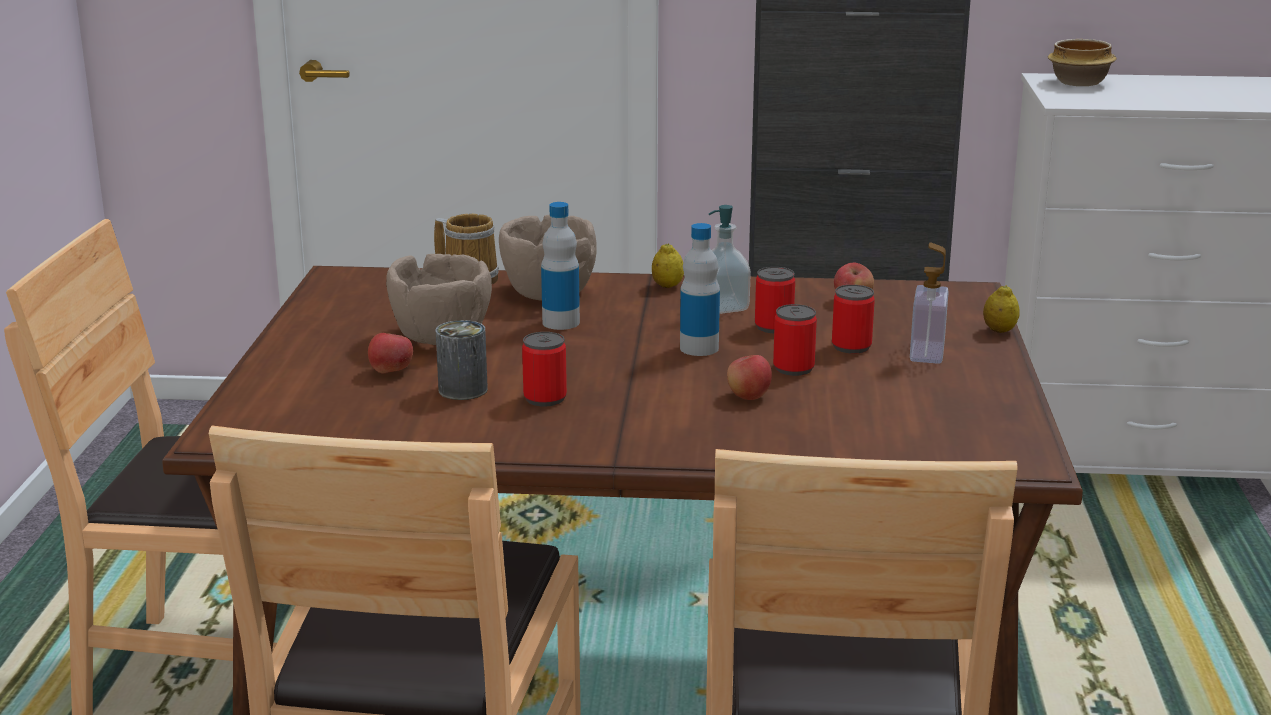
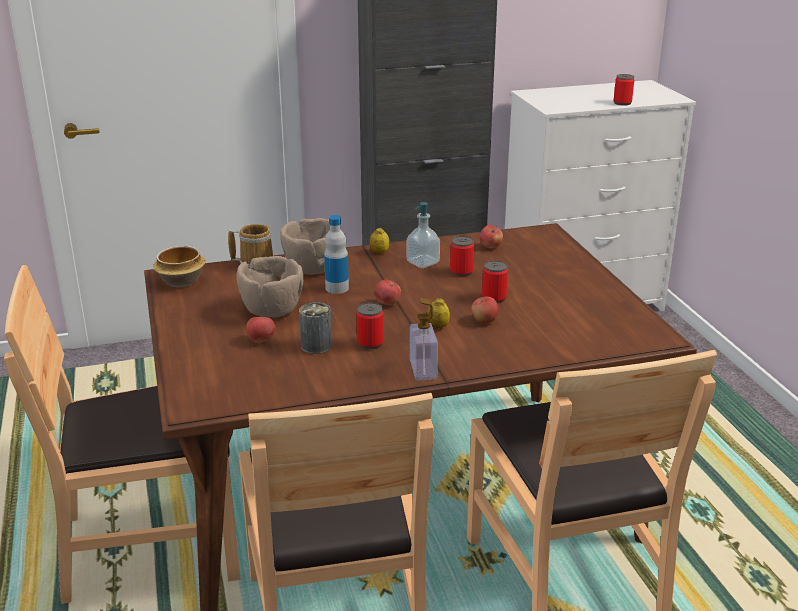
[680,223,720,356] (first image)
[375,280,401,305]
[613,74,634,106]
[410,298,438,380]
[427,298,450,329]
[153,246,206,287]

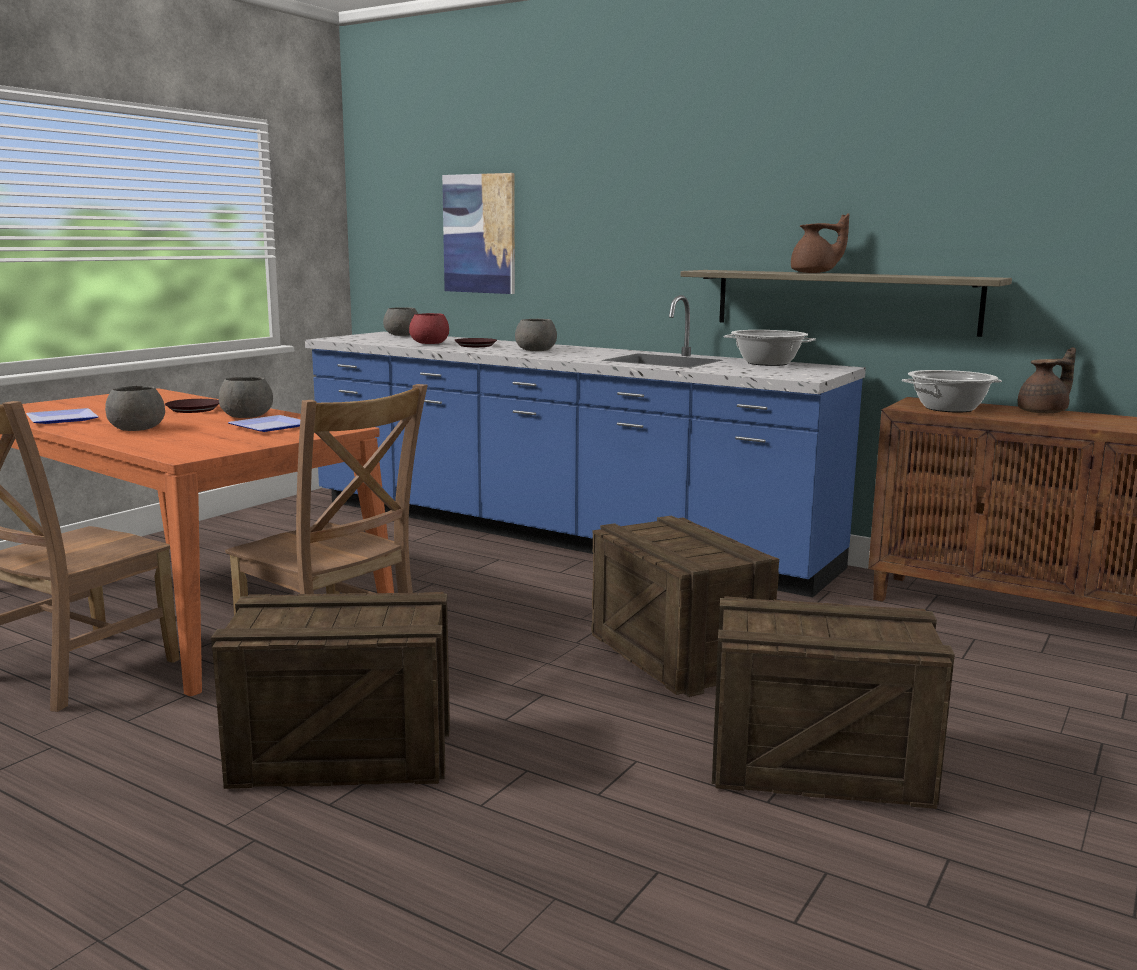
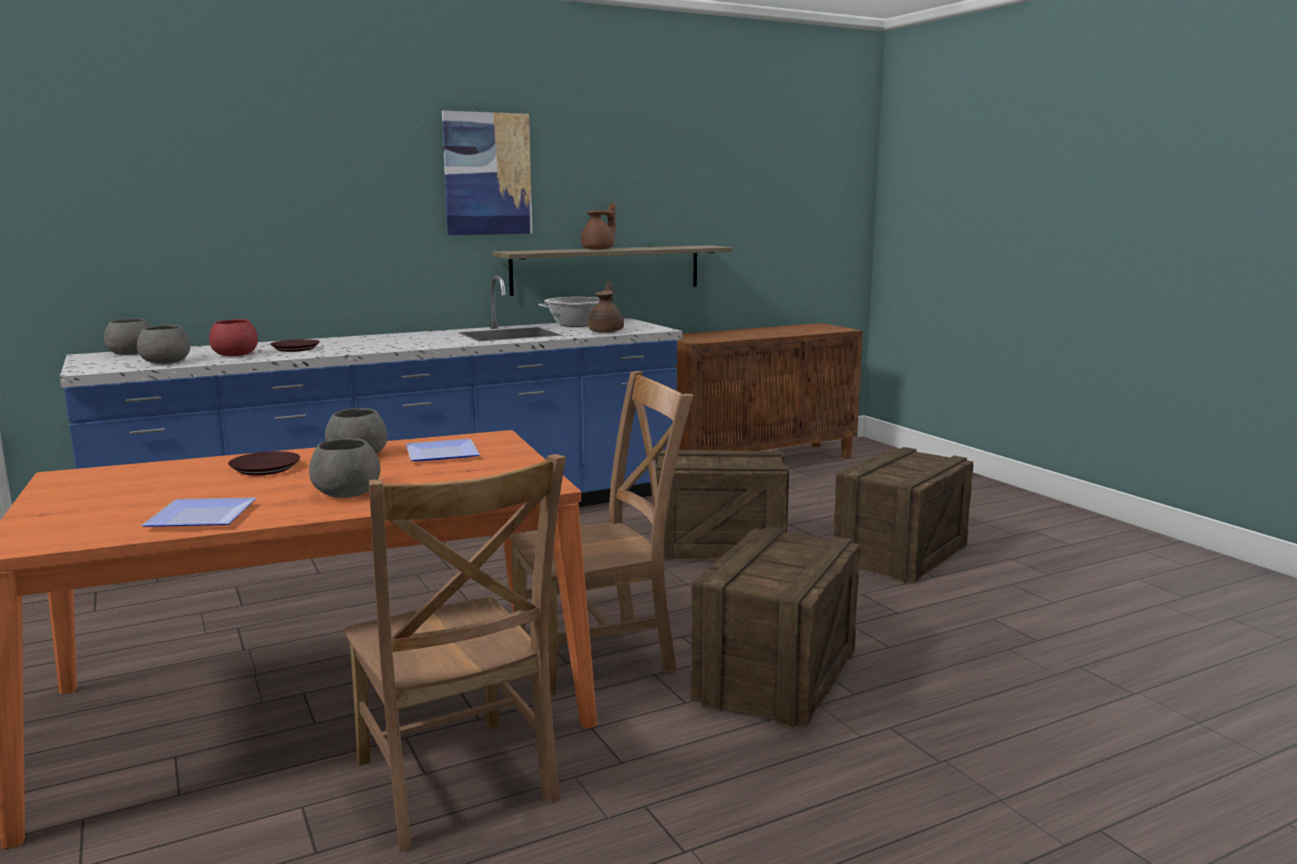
[902,370,1002,413] (first image)
[442,111,532,235]
[137,325,190,364]
[588,281,624,333]

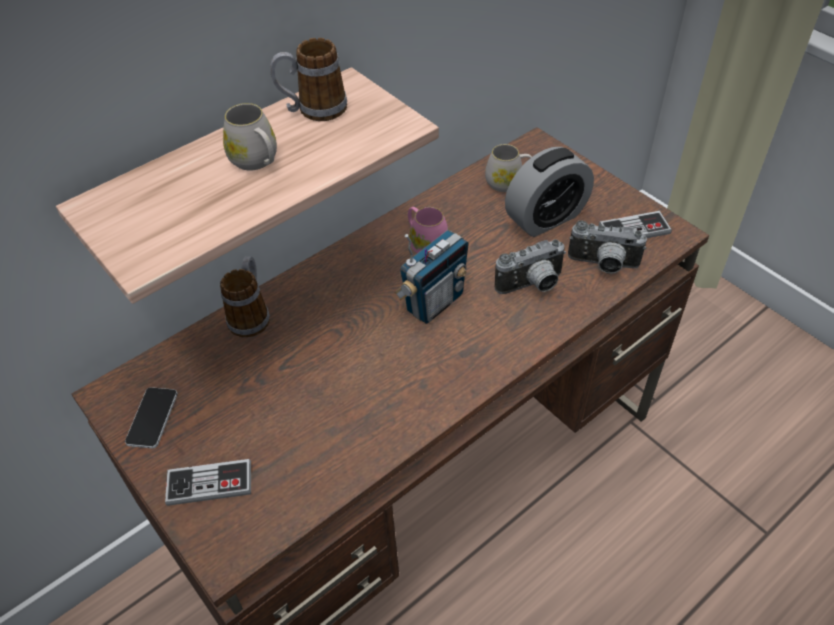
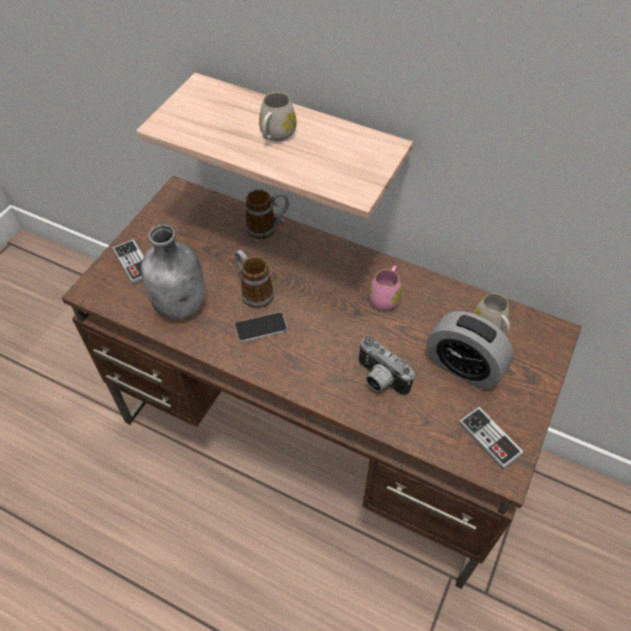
[394,230,469,324] (first image)
[568,221,647,273] (first image)
[141,225,205,319]
[235,312,287,342]
[235,250,274,308]

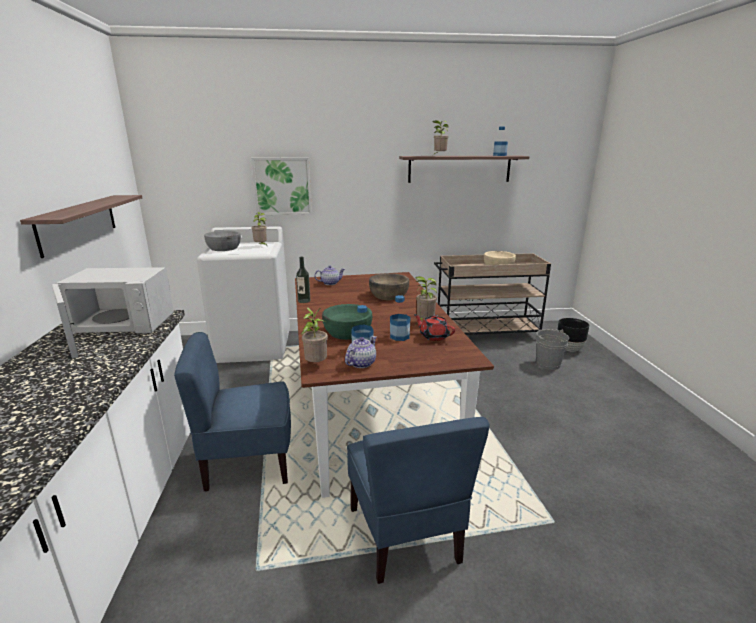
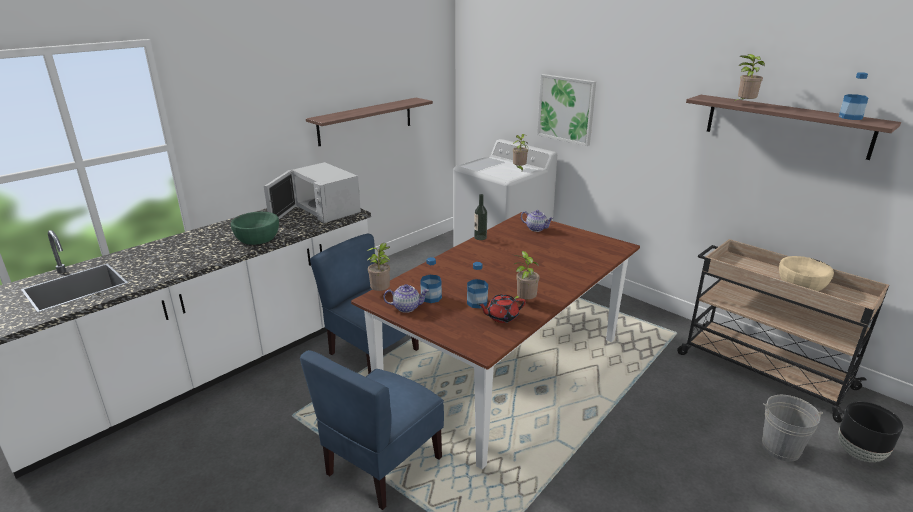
[204,230,241,251] (first image)
[369,273,409,300] (first image)
[231,212,279,245]
[477,294,526,323]

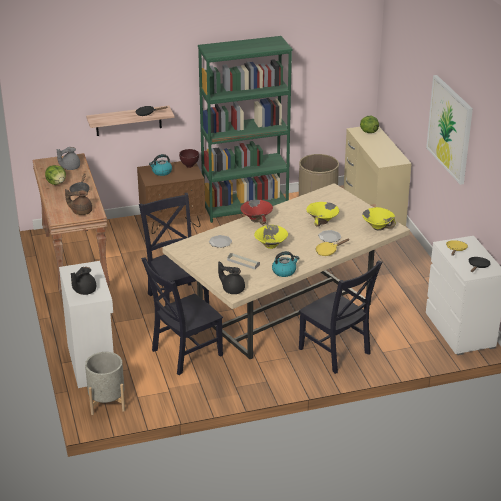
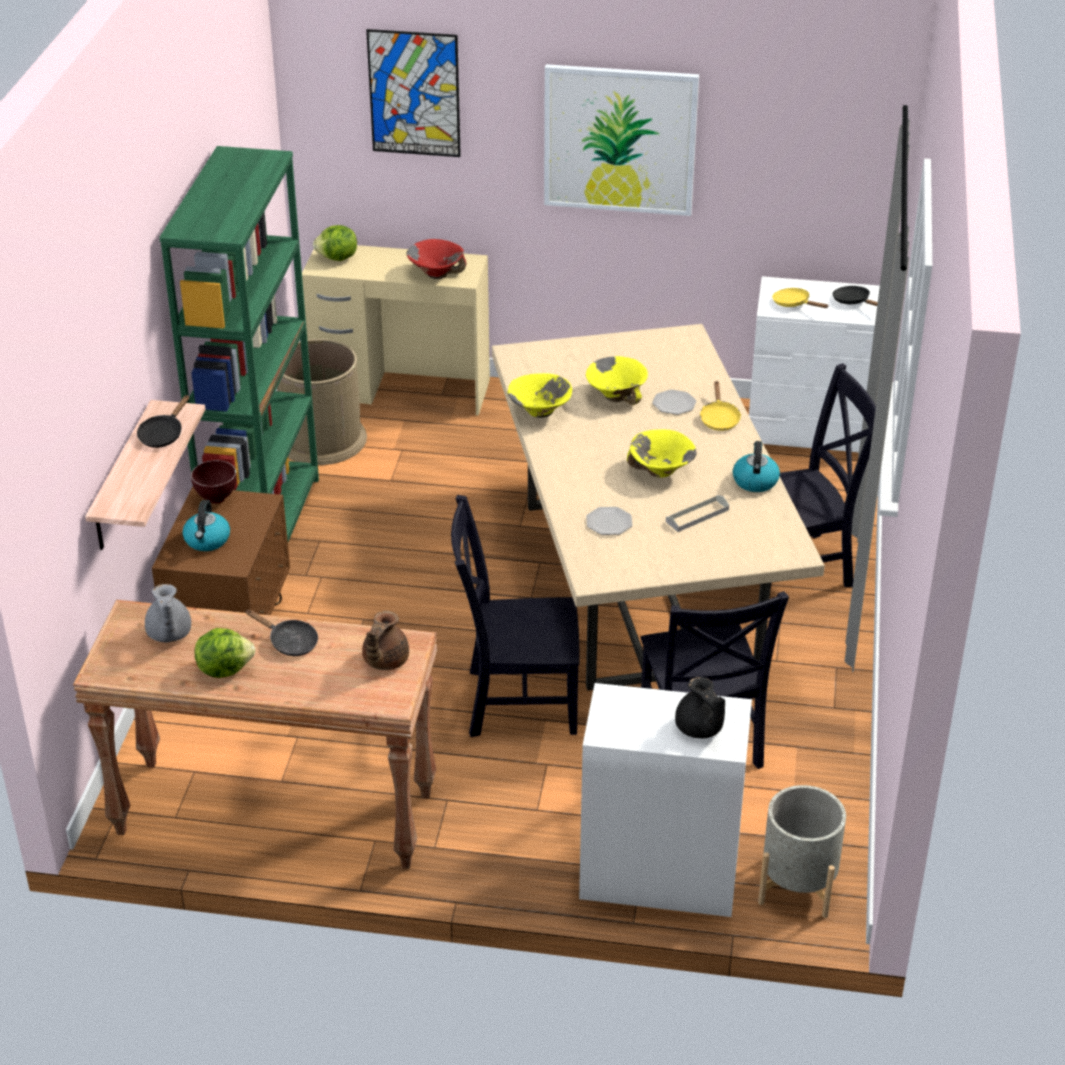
[218,261,245,294] (first image)
[366,29,461,157]
[406,239,466,279]
[508,373,572,418]

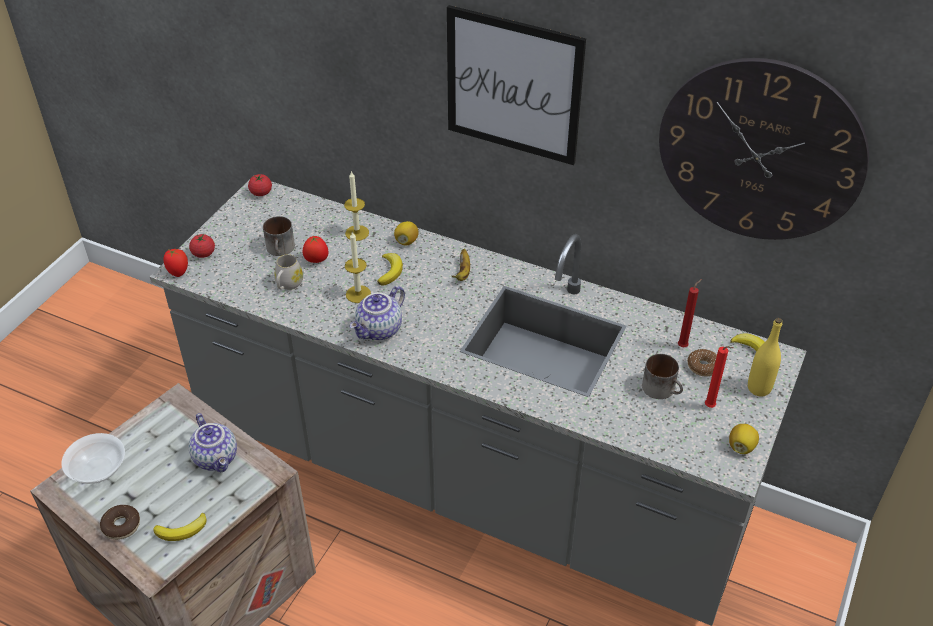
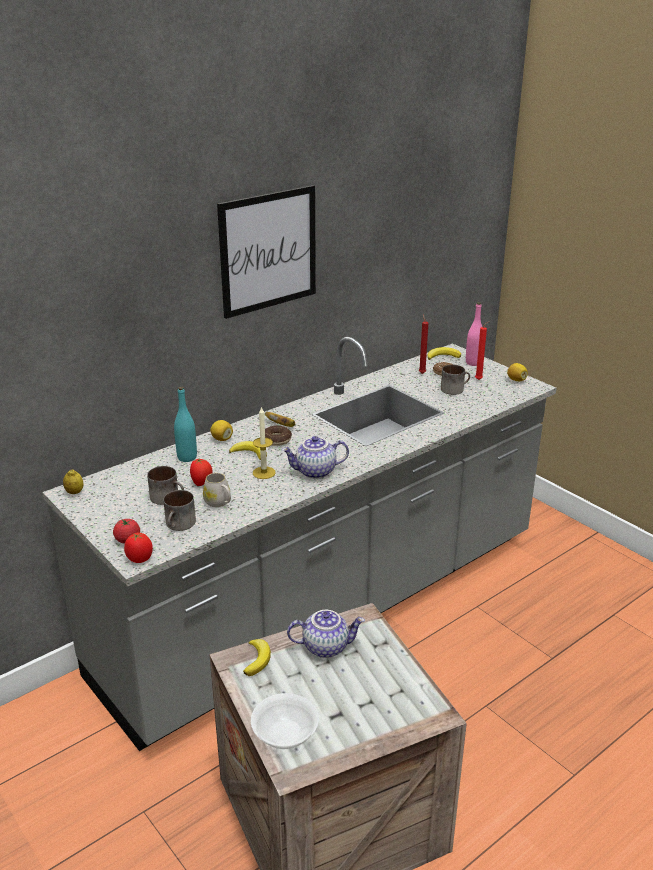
[659,58,869,240] (first image)
[163,490,196,531]
[265,426,292,446]
[243,639,271,676]
[63,470,84,494]
[174,387,197,462]
[466,302,482,366]
[282,436,349,479]

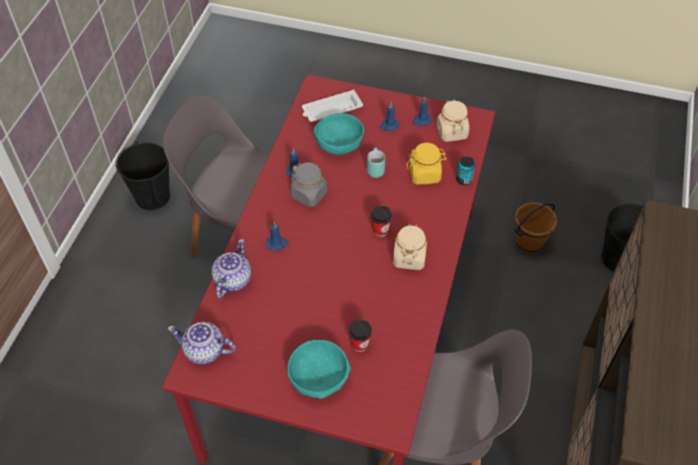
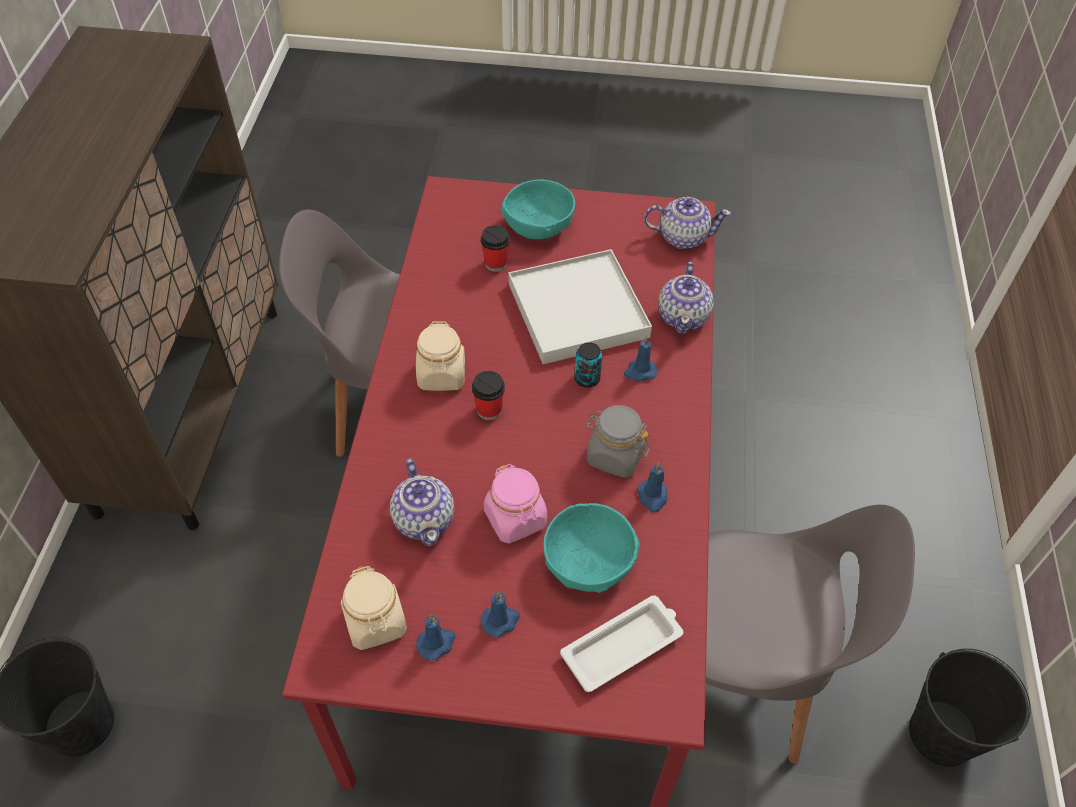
[514,202,557,254] (first image)
[508,249,652,364]
[574,342,602,388]
[484,464,547,543]
[390,459,454,546]

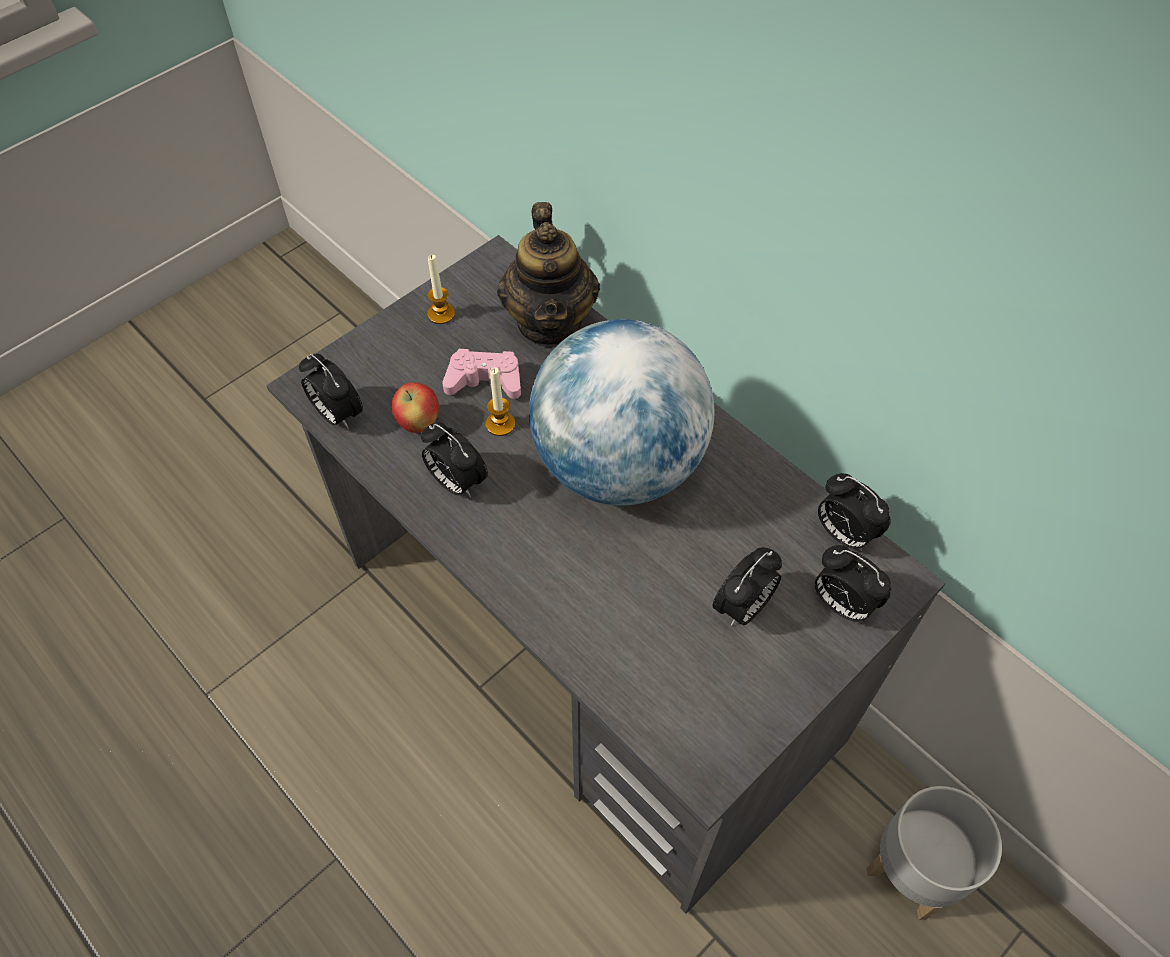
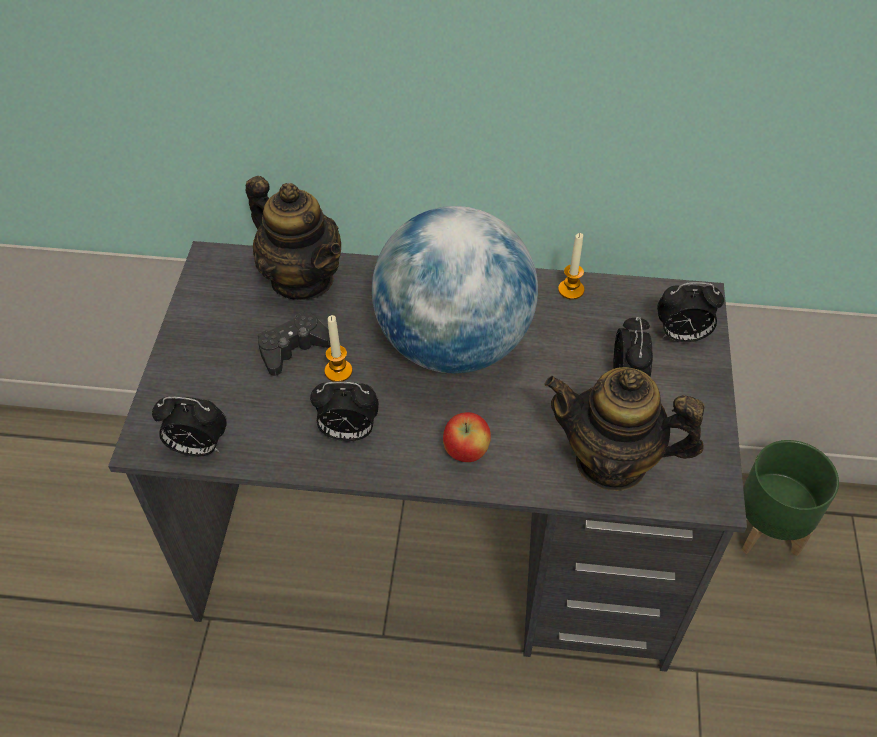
[818,473,891,551] (first image)
[544,367,704,491]
[443,412,491,462]
[558,233,584,300]
[258,311,331,376]
[742,440,839,557]

